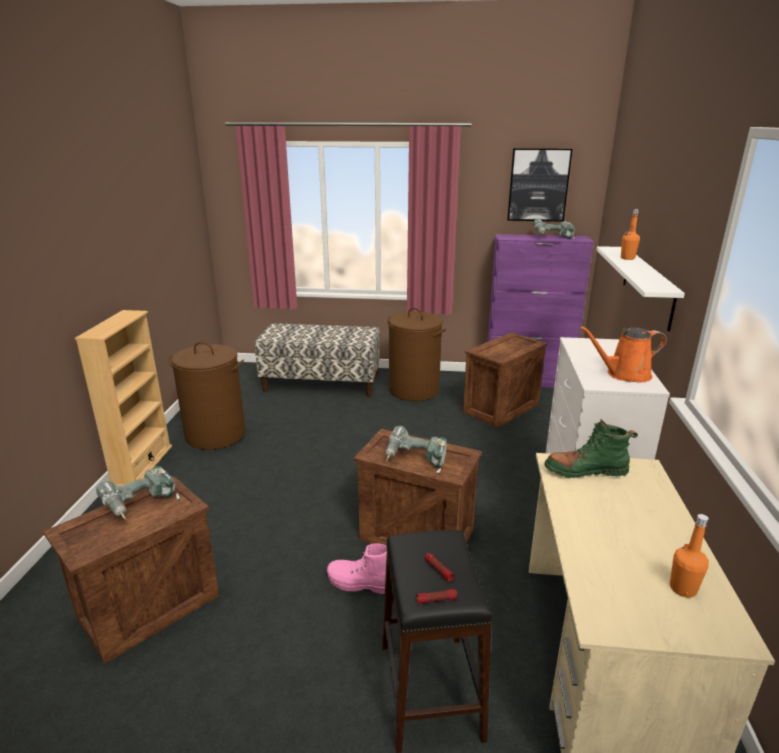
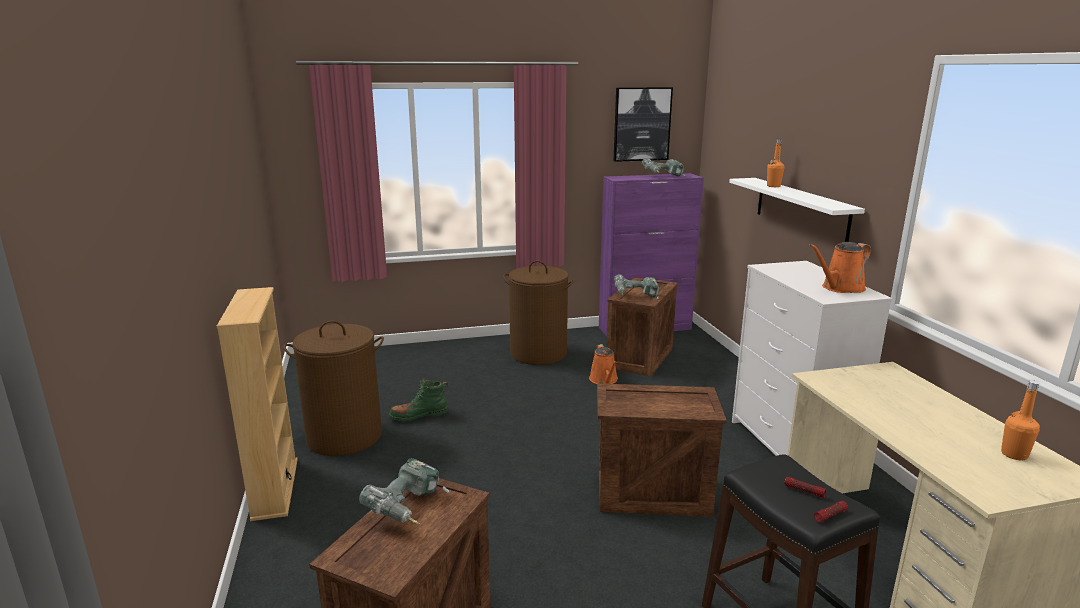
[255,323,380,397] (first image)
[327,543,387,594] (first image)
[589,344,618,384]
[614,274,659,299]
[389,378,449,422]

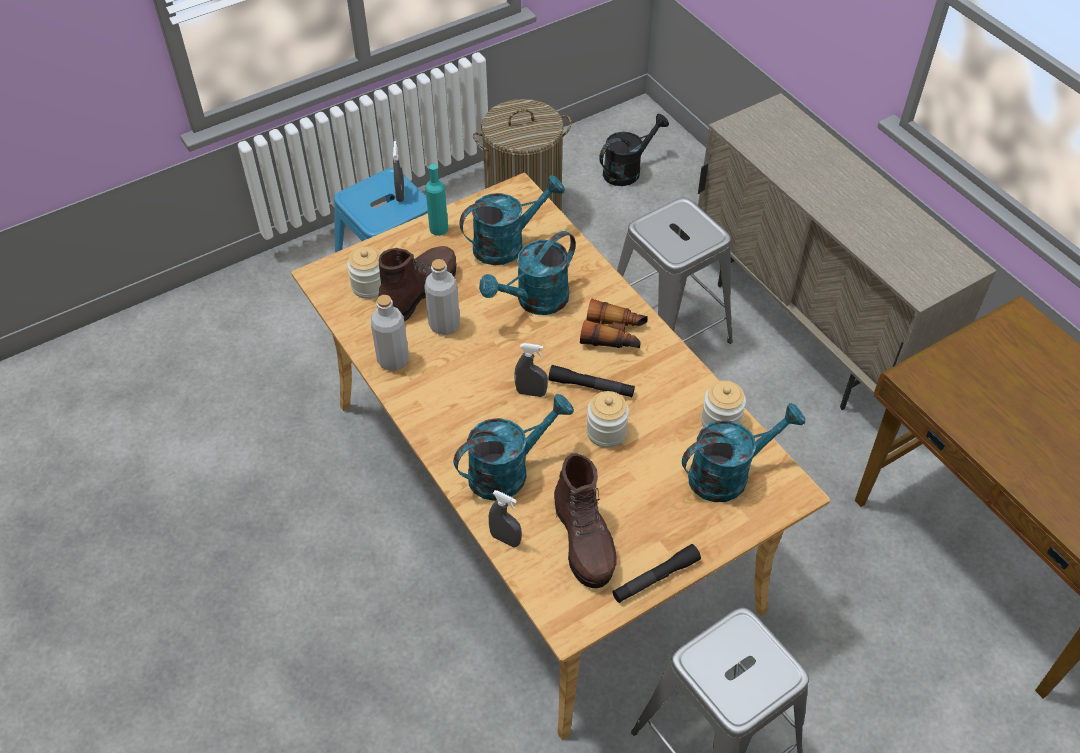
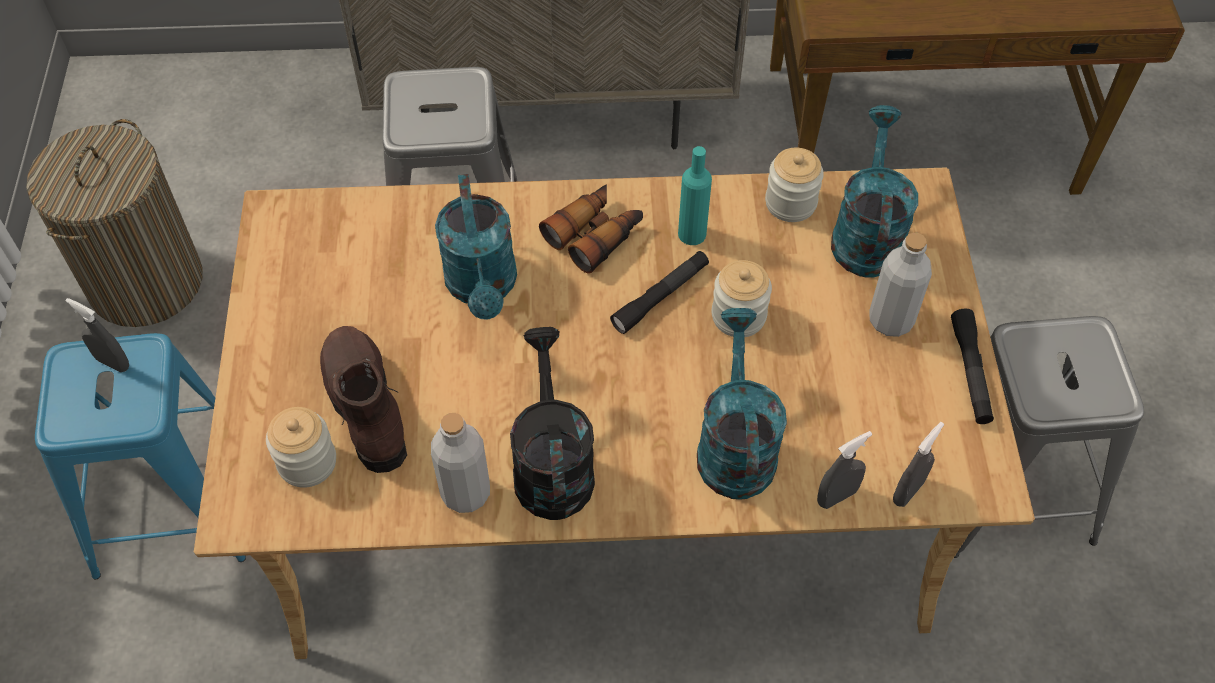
[460,175,565,265] (first image)
[554,453,617,588] (first image)
[869,233,932,337]
[678,146,712,245]
[893,422,944,507]
[510,327,595,520]

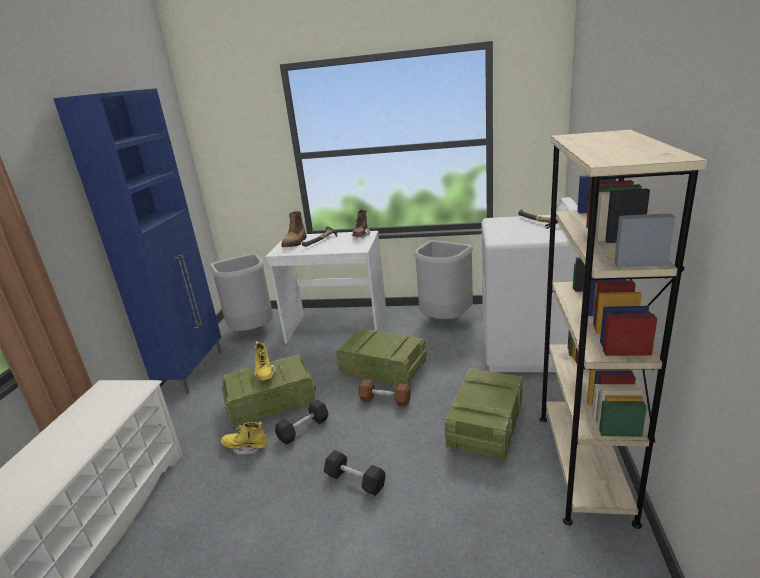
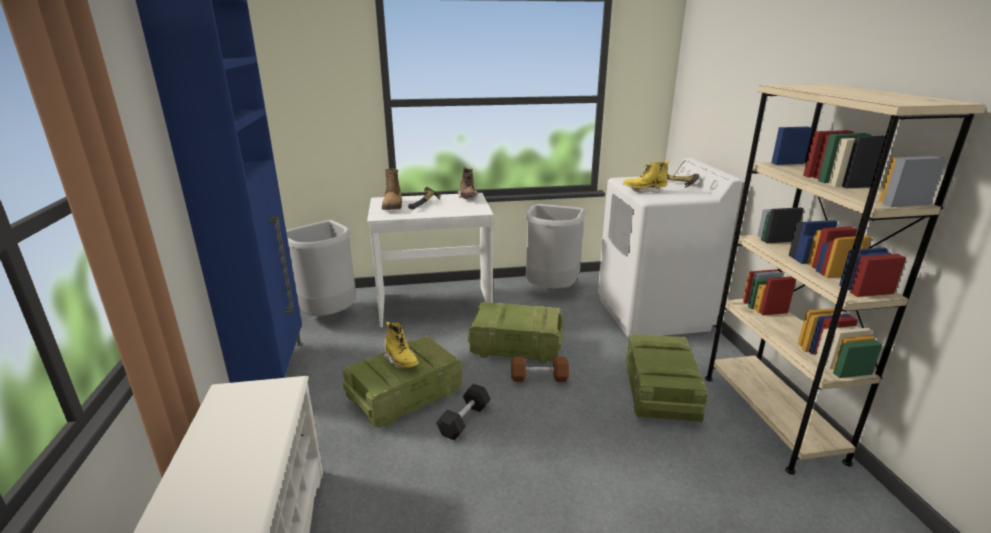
[324,450,386,496] (first image)
[623,160,669,193]

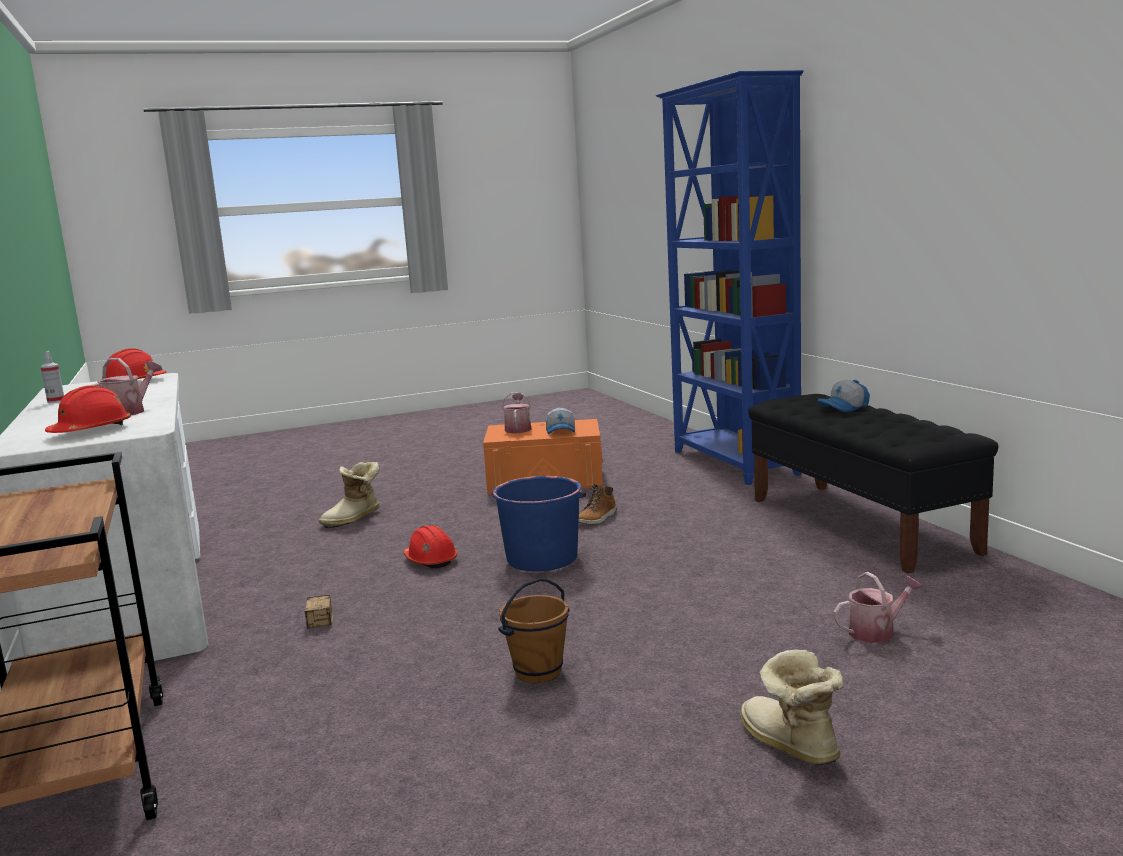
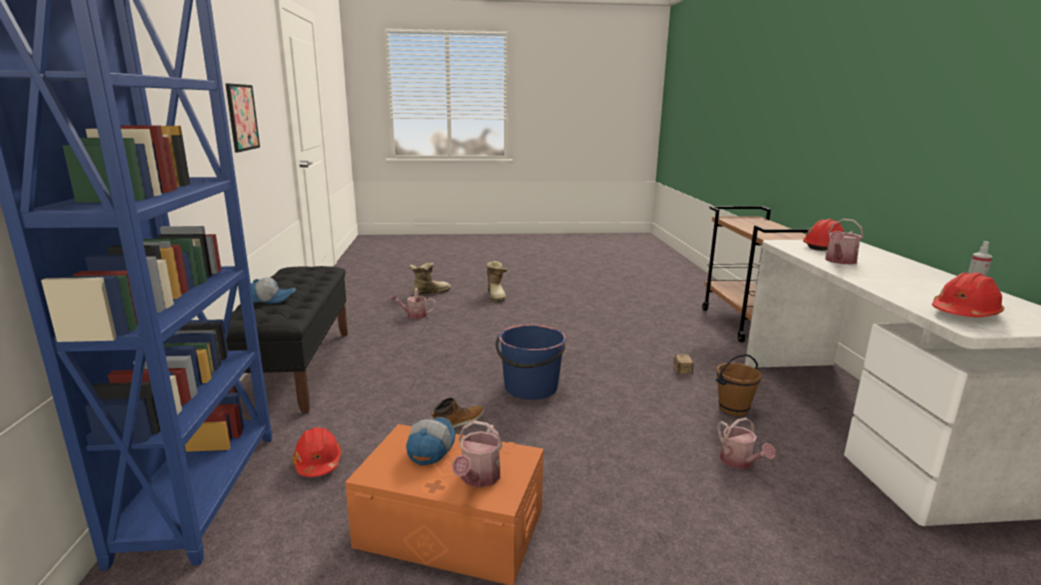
[225,83,260,152]
[717,418,776,469]
[409,263,451,294]
[292,427,342,477]
[716,354,762,416]

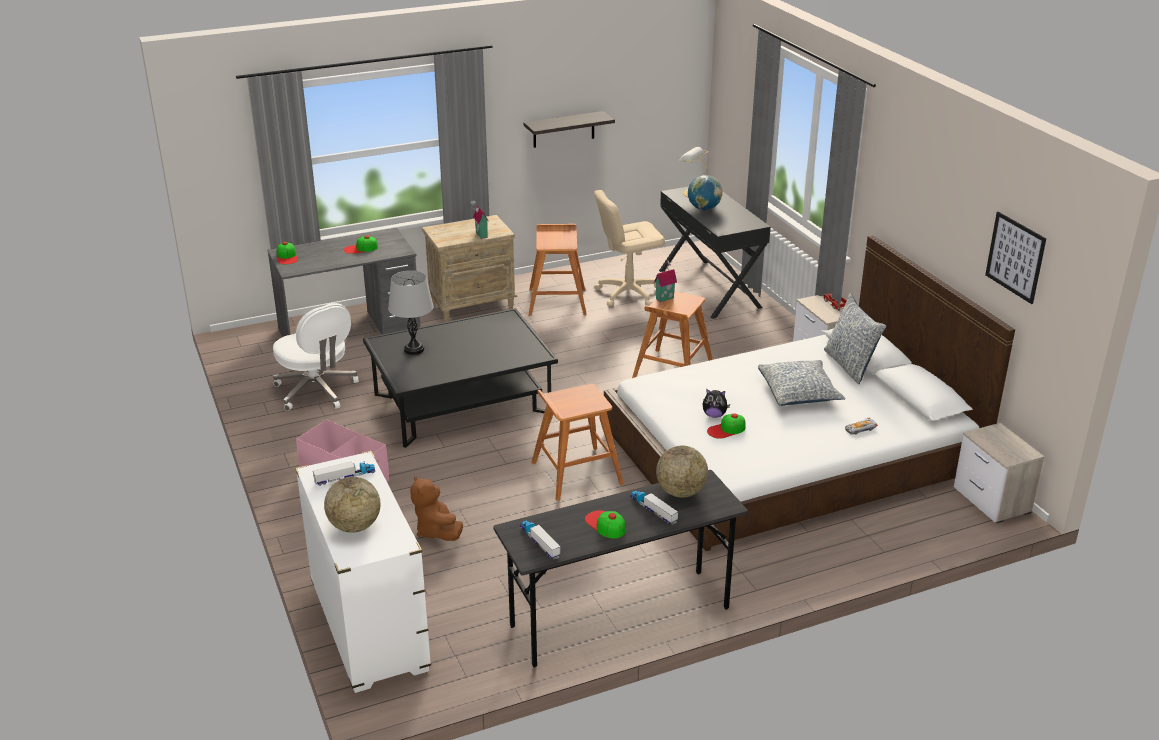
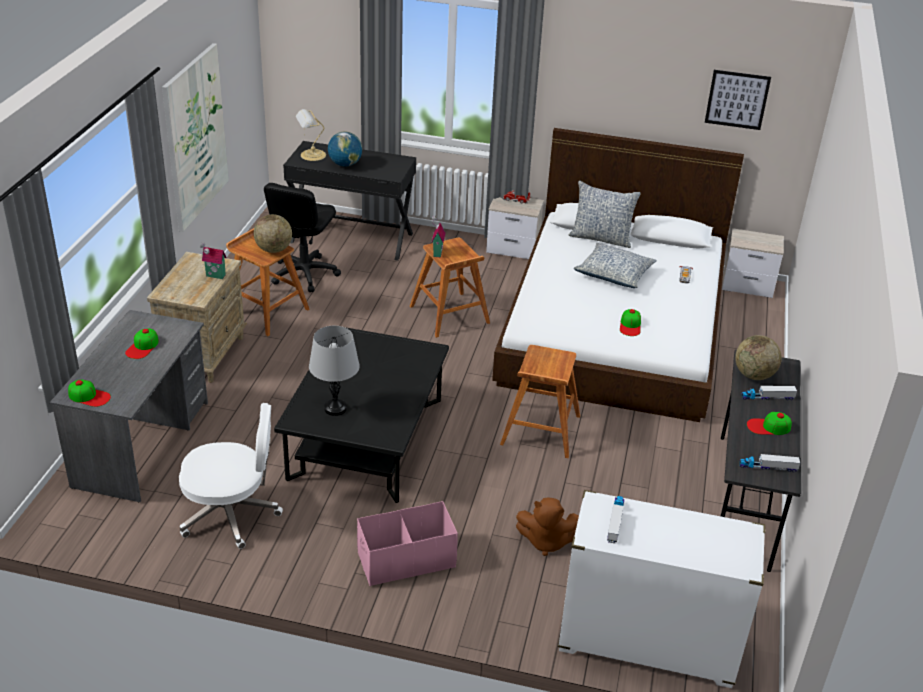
[702,389,730,418] (first image)
[254,214,292,253]
[162,43,229,232]
[264,183,341,292]

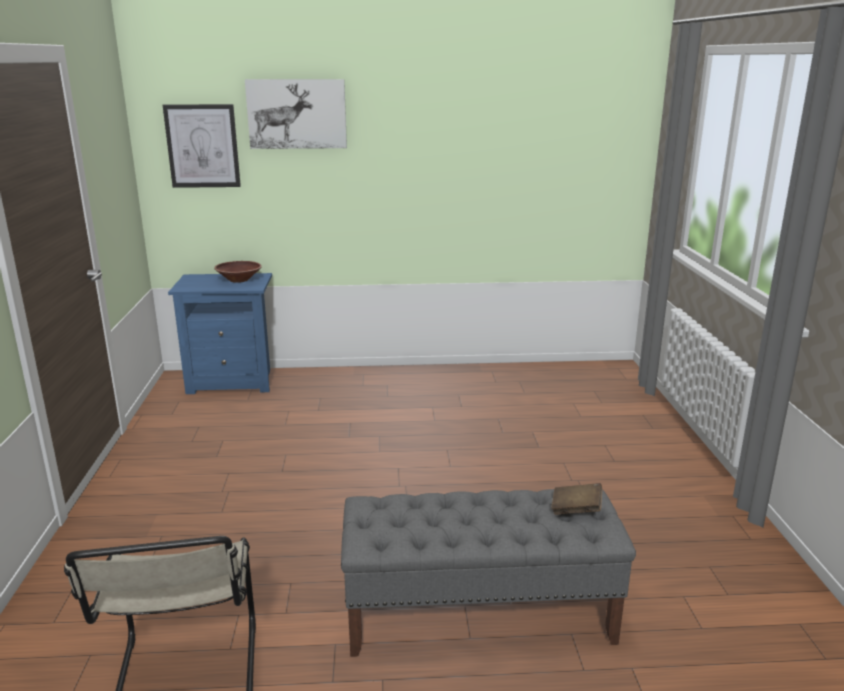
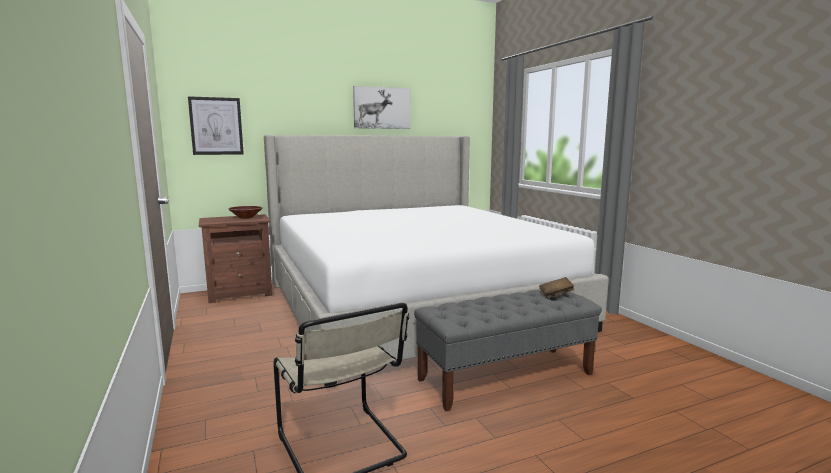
[264,135,609,388]
[353,86,410,129]
[199,214,273,303]

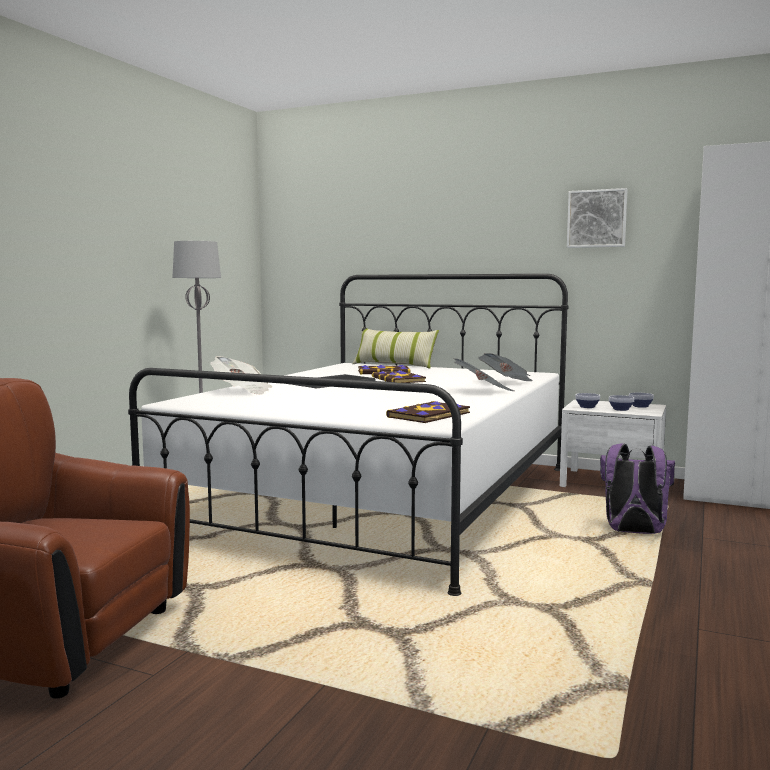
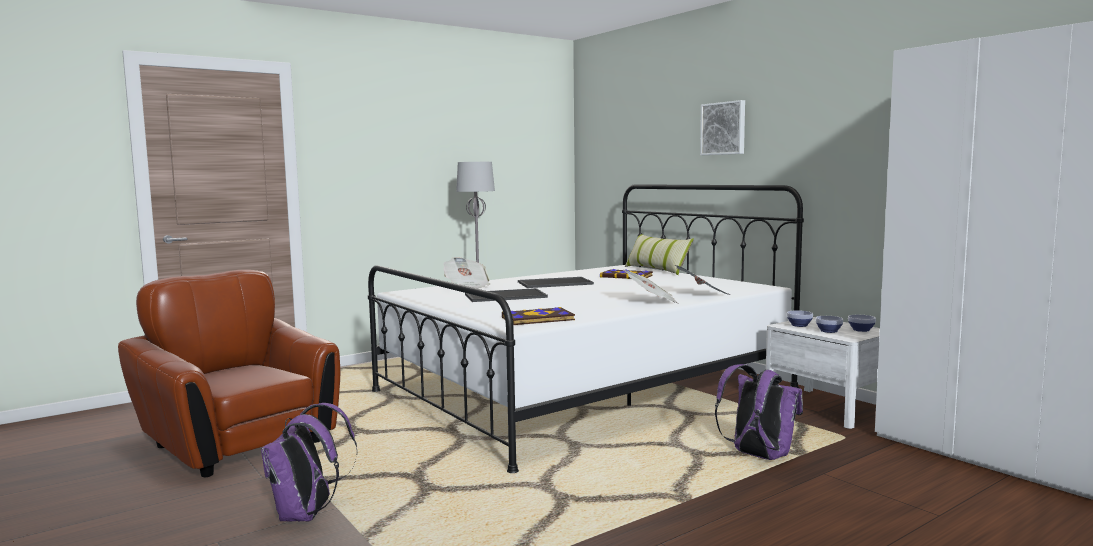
[372,370,426,383] (first image)
[261,403,358,522]
[465,288,548,302]
[700,100,745,155]

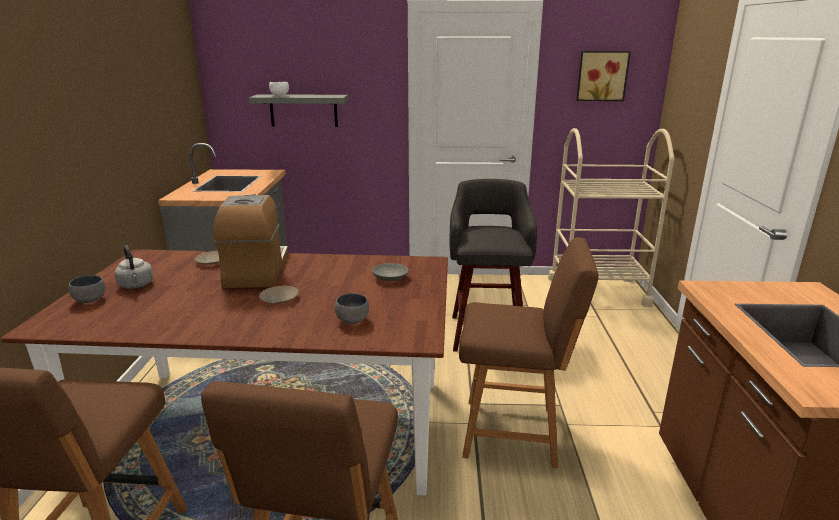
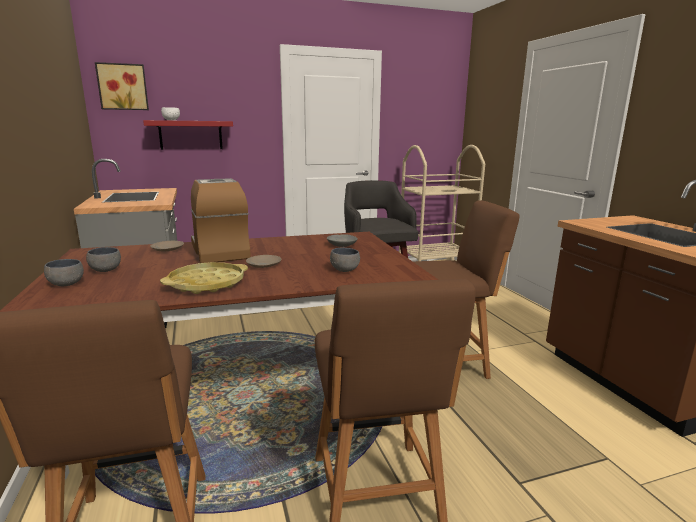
[160,262,248,294]
[95,62,149,110]
[86,247,121,272]
[143,120,233,150]

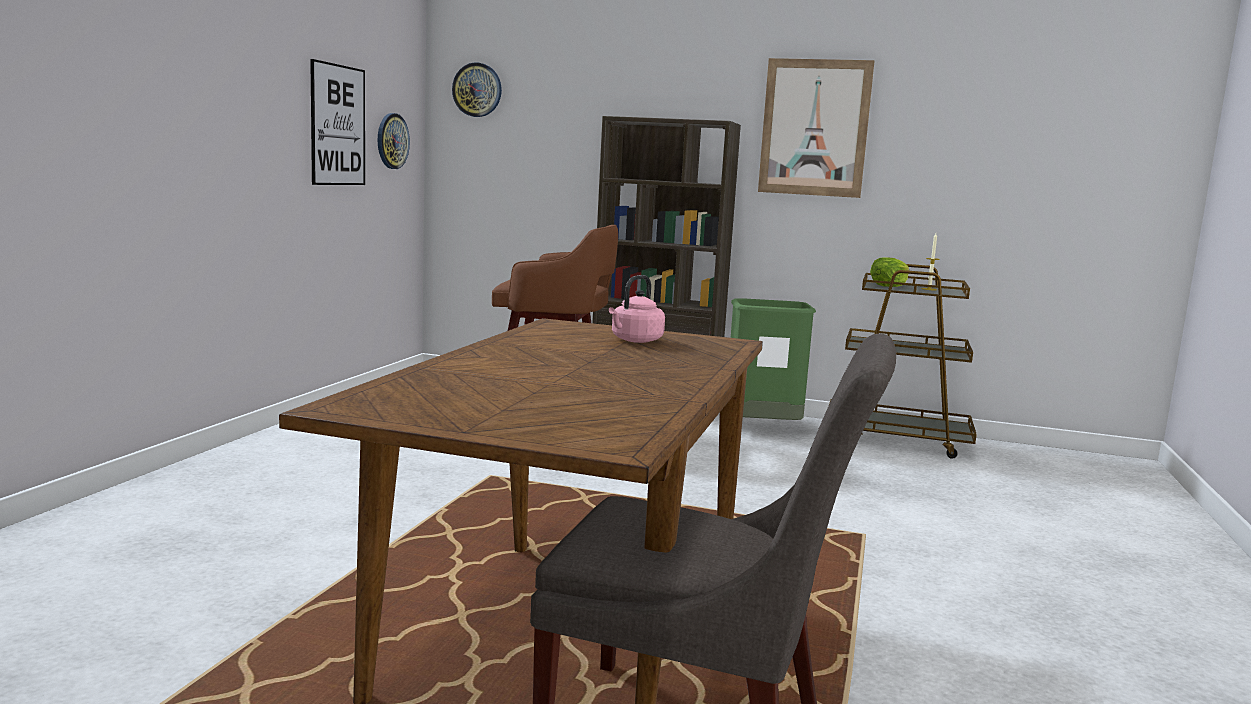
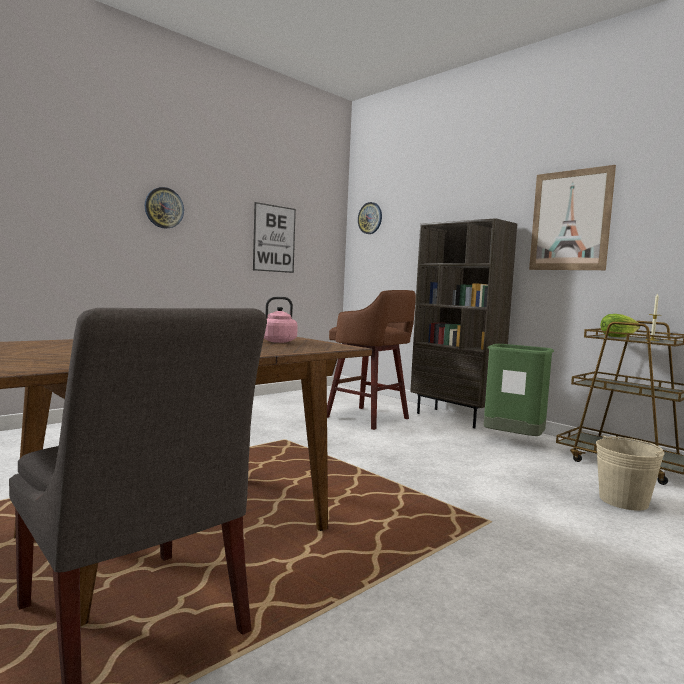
[596,435,665,511]
[145,187,184,229]

